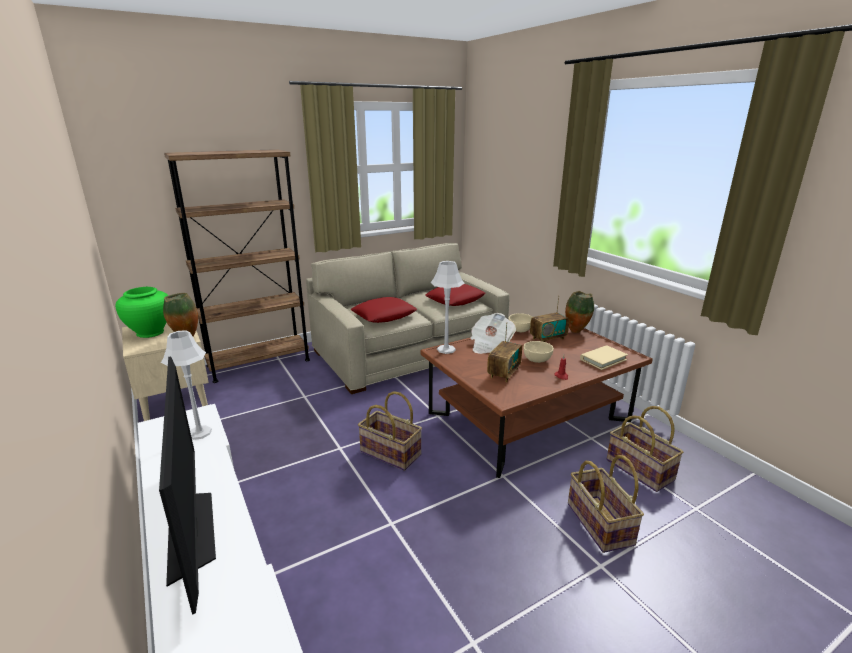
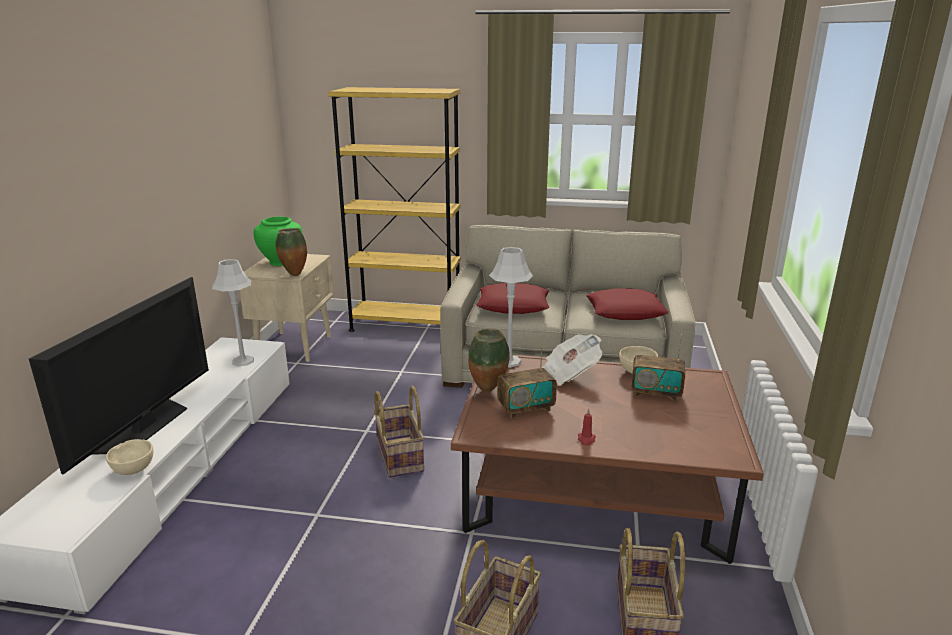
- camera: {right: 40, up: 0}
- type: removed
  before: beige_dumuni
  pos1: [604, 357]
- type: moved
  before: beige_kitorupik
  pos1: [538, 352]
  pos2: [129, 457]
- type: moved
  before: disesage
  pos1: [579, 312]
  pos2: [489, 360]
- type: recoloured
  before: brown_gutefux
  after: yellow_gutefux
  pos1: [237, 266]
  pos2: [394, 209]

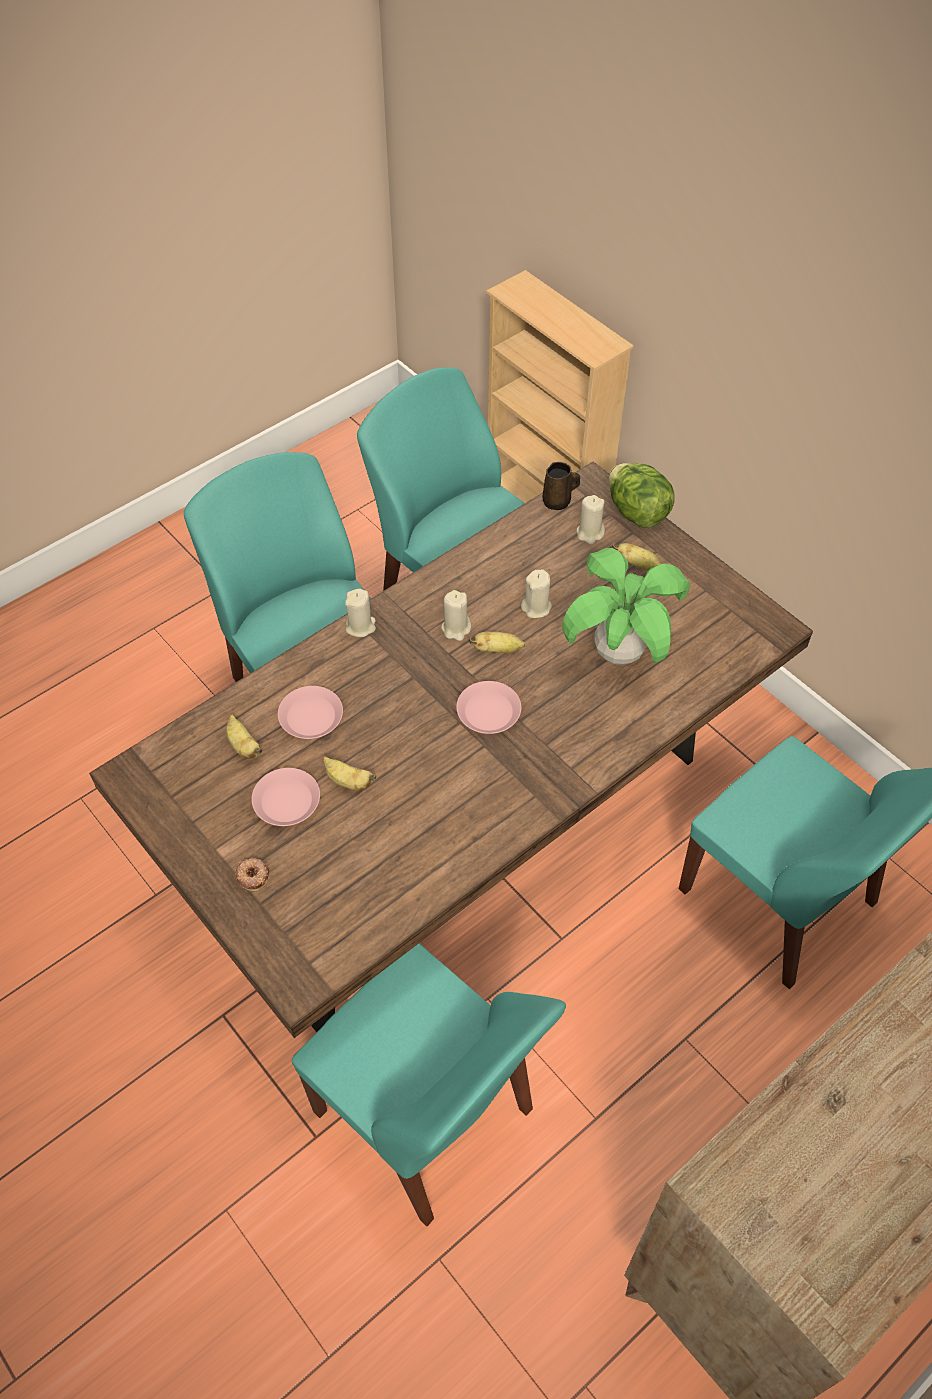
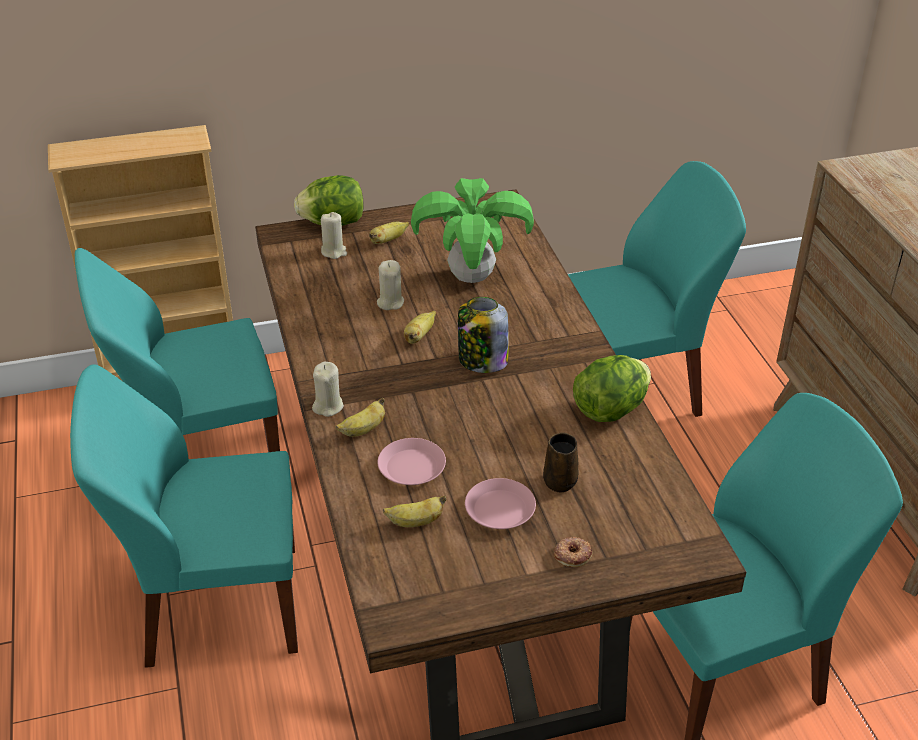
- camera: {right: -65, up: -15}
- type: removed
  before: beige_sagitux
  pos1: [456, 615]
- type: added
  after: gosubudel
  pos2: [612, 388]
- type: moved
  before: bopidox
  pos1: [349, 773]
  pos2: [360, 417]
- type: moved
  before: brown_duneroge
  pos1: [561, 486]
  pos2: [560, 462]
- type: replaced
  before: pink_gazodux
  after: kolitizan
  pos1: [488, 707]
  pos2: [483, 335]

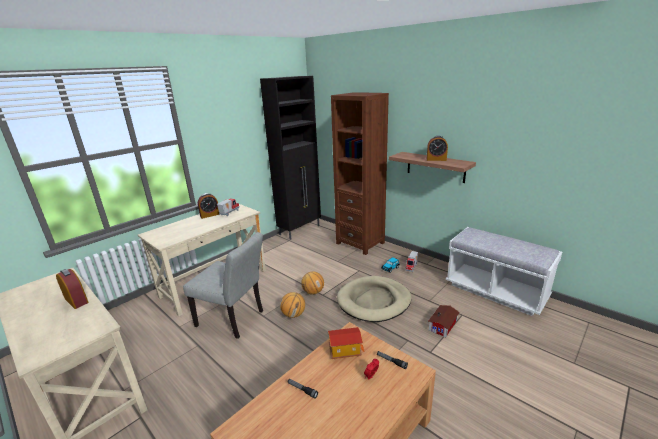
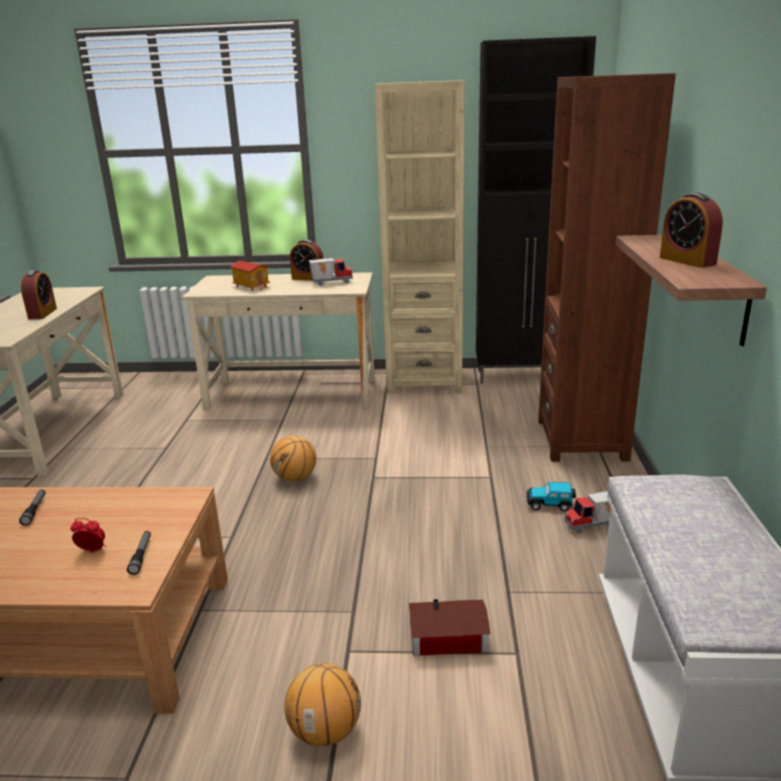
- camera: {right: 50, up: 0}
- type: removed
  before: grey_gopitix
  pos1: [223, 285]
- type: removed
  before: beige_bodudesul
  pos1: [374, 299]
- type: added
  after: beige_gutefux
  pos2: [419, 237]
- type: moved
  before: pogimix
  pos1: [312, 283]
  pos2: [322, 704]
- type: moved
  before: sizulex
  pos1: [346, 343]
  pos2: [250, 276]

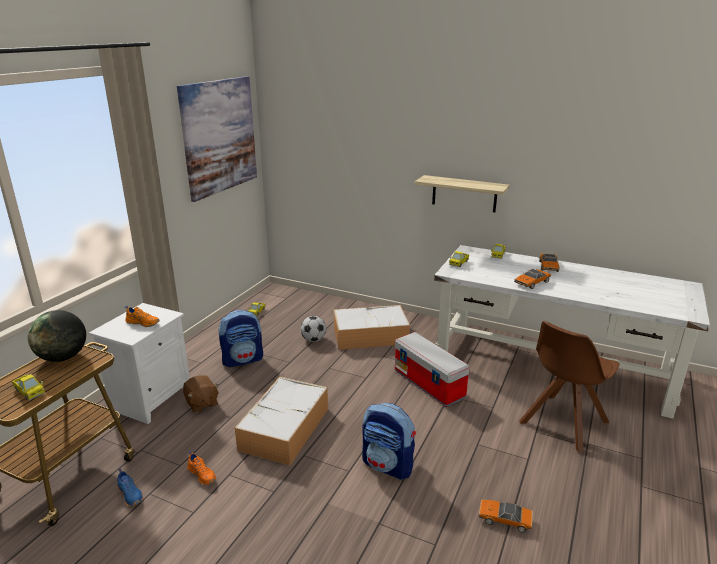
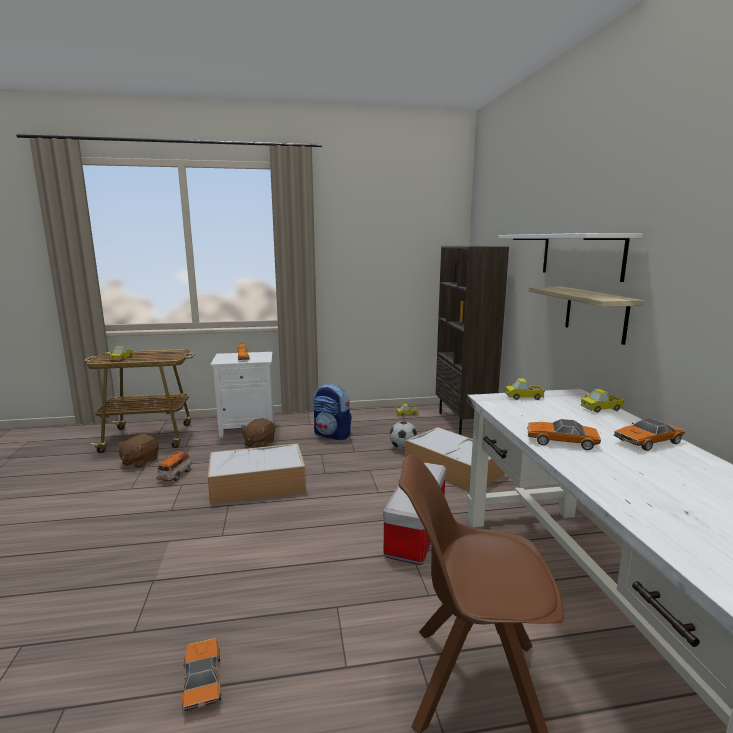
- camera: {right: 55, up: -10}
- type: removed
  before: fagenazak
  pos1: [56, 336]
- type: removed
  before: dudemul
  pos1: [217, 139]
- type: removed
  before: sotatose
  pos1: [389, 441]
- type: added
  after: brown_gutefux
  pos2: [472, 340]
- type: added
  after: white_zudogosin
  pos2: [571, 257]
- type: replaced
  before: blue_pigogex
  after: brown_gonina
  pos1: [130, 487]
  pos2: [138, 451]
- type: replaced
  before: orange_pigogex
  after: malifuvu
  pos1: [201, 468]
  pos2: [174, 466]

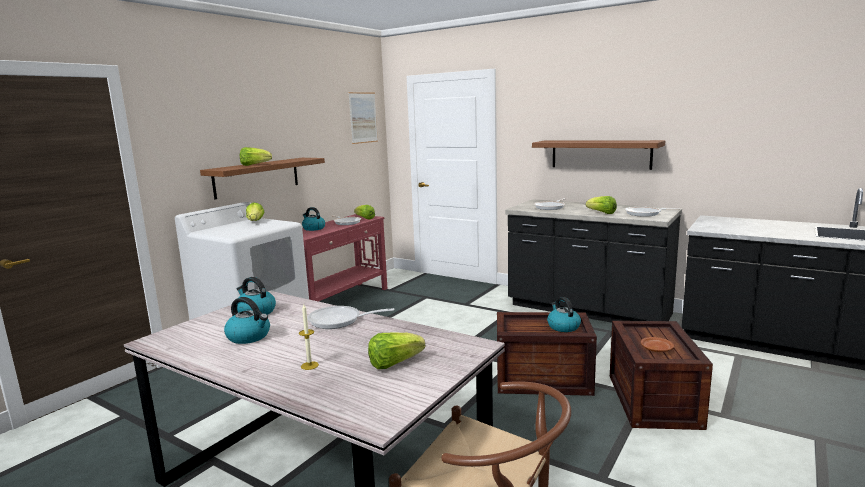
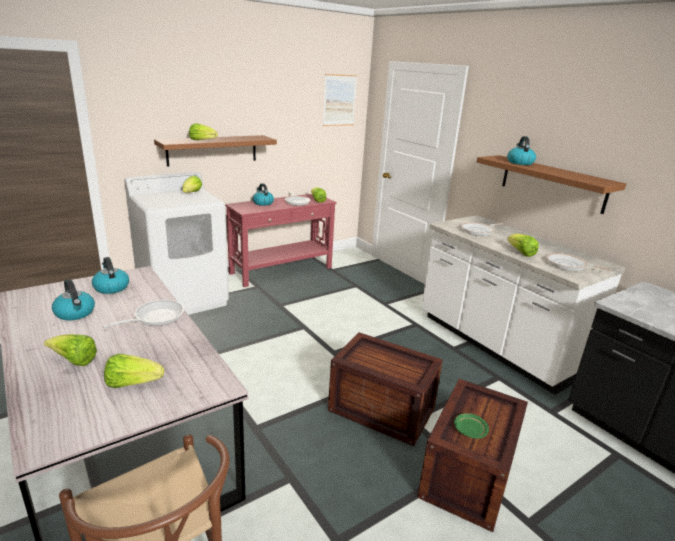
- camera: {right: 20, up: 10}
- type: moved
  before: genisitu
  pos1: [564, 314]
  pos2: [521, 150]
- type: replaced
  before: sagitux
  after: gosubudel
  pos1: [309, 337]
  pos2: [70, 350]
- type: recoloured
  before: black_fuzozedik
  after: white_fuzozedik
  pos1: [593, 261]
  pos2: [523, 305]
- type: recoloured
  before: brown_gazodux
  after: green_gazodux
  pos1: [657, 344]
  pos2: [471, 426]
- type: turned
  before: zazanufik
  pos1: [350, 317]
  pos2: [143, 314]
  turn: 105

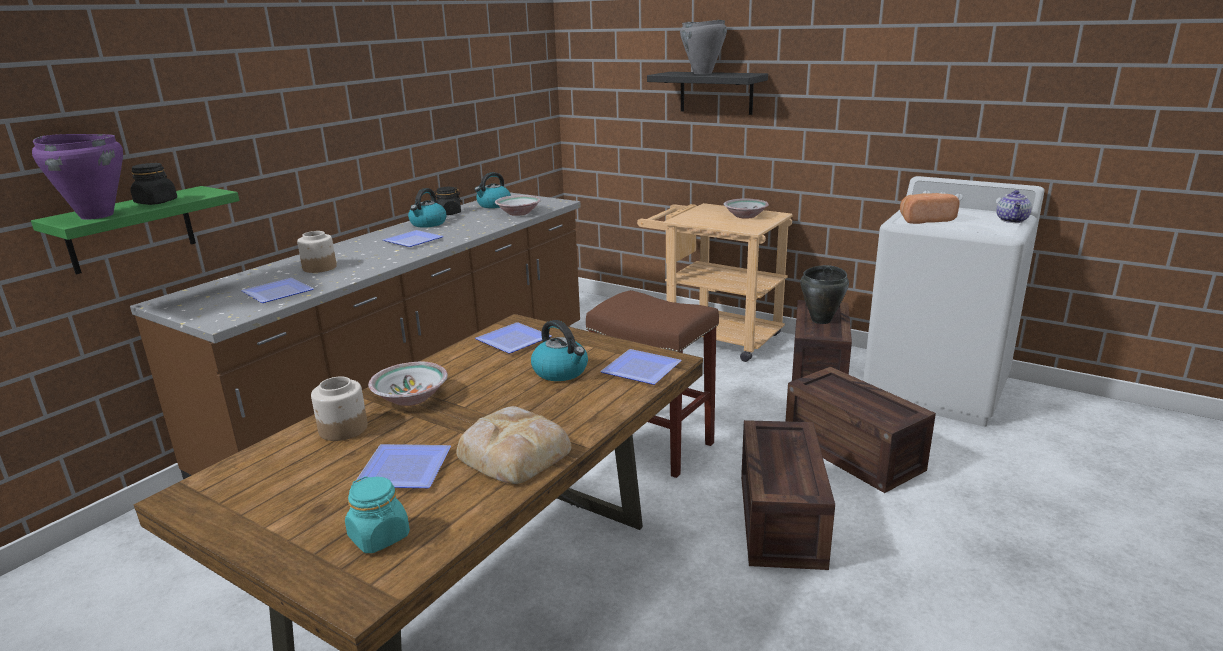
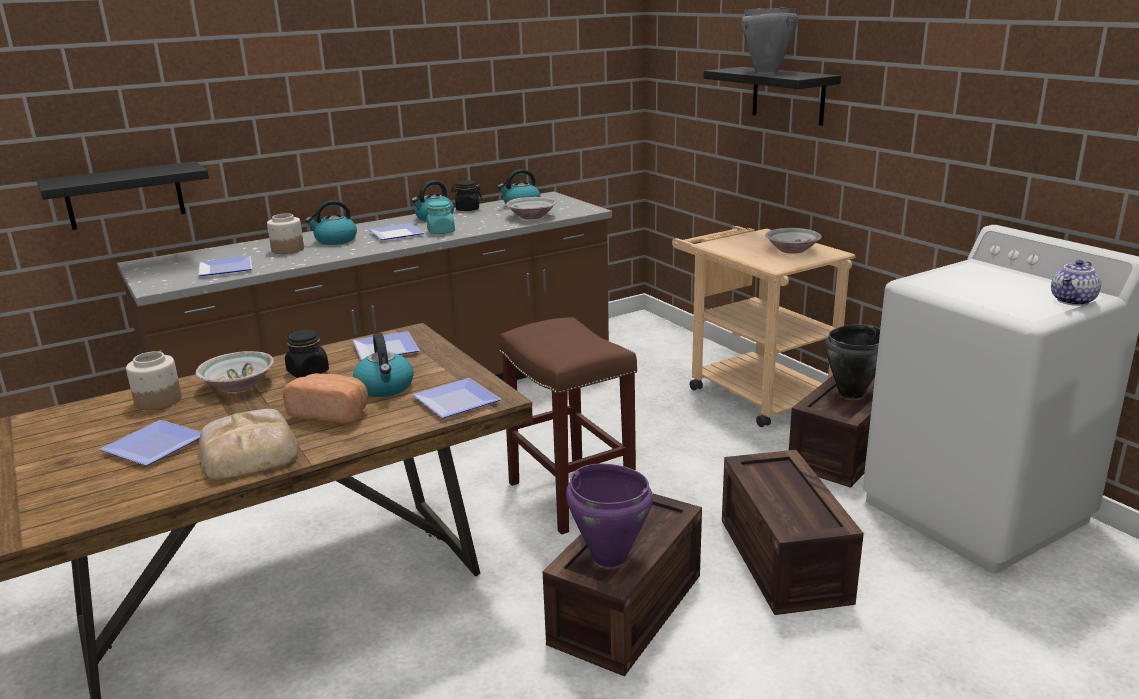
- camera: {right: 25, up: 0}
- type: added
  after: genisitu
  pos2: [331, 222]
- type: moved
  before: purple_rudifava
  pos1: [77, 177]
  pos2: [609, 515]
- type: moved
  before: black_kolitizan
  pos1: [153, 184]
  pos2: [307, 354]
- type: moved
  before: turquoise_kolitizan
  pos1: [377, 514]
  pos2: [441, 217]
- type: moved
  before: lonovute
  pos1: [930, 208]
  pos2: [325, 398]
- type: recoloured
  before: green_zudogosin
  after: black_zudogosin
  pos1: [135, 230]
  pos2: [123, 195]

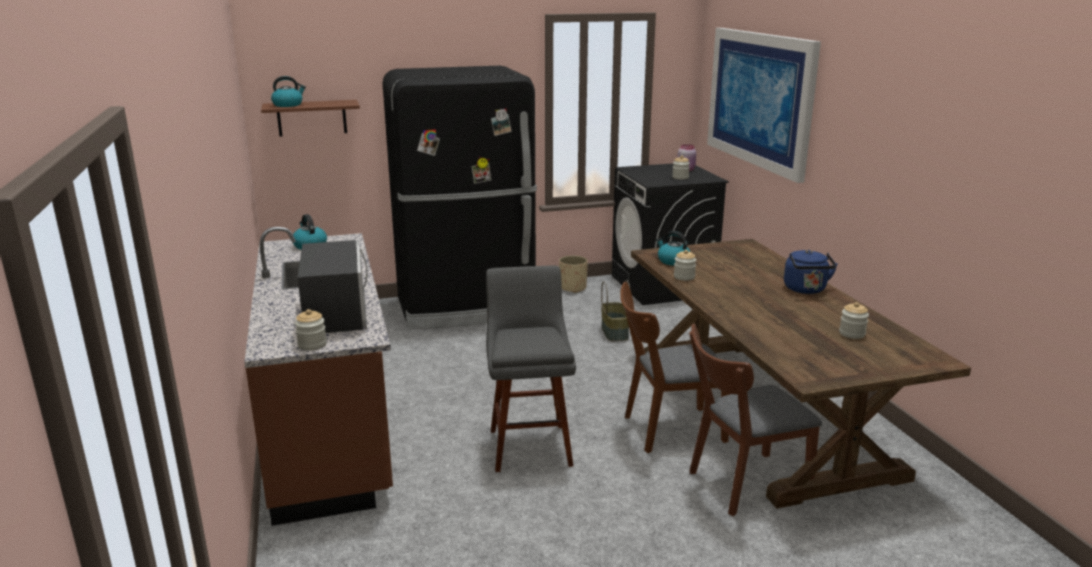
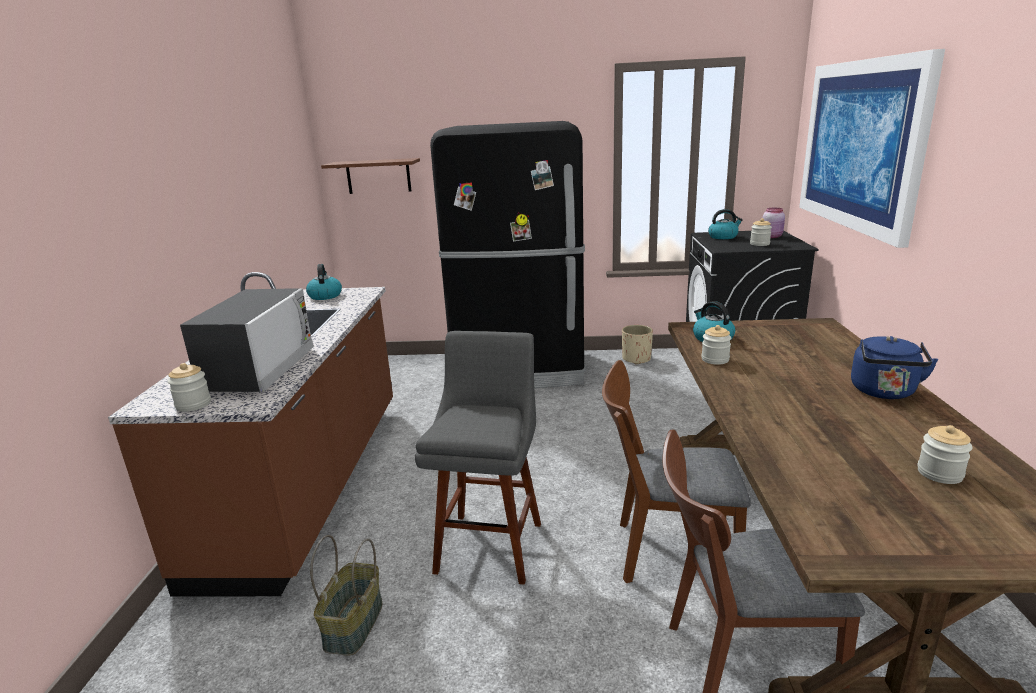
- camera: {right: 20, up: 0}
- type: moved
  before: genisitu
  pos1: [288, 91]
  pos2: [725, 224]
- type: moved
  before: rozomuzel
  pos1: [615, 310]
  pos2: [346, 595]

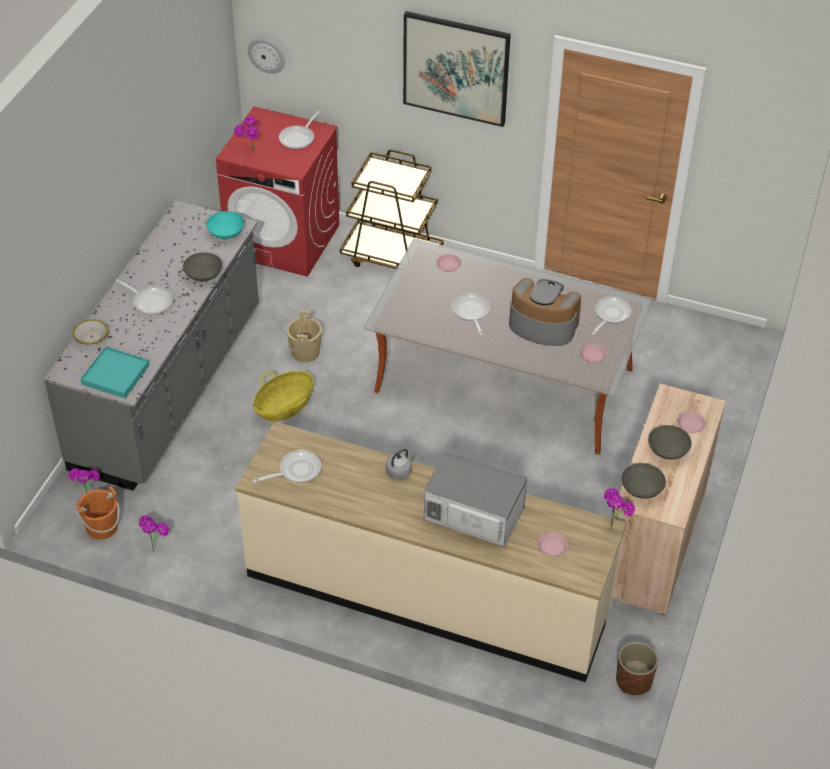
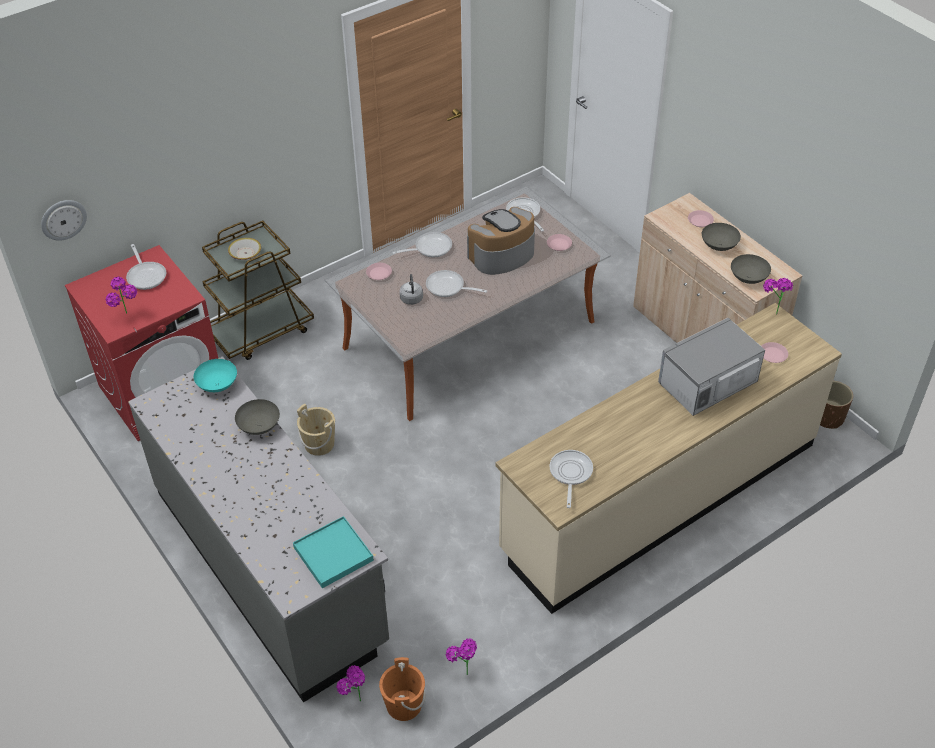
- camera: {right: -55, up: 0}
- type: removed
  before: rozomuzel
  pos1: [283, 396]
- type: removed
  before: dudemul
  pos1: [457, 69]
- type: moved
  before: kitorupik
  pos1: [90, 332]
  pos2: [244, 249]
- type: moved
  before: zazanufik
  pos1: [144, 297]
  pos2: [422, 244]
- type: moved
  before: grey_genisitu
  pos1: [401, 464]
  pos2: [411, 289]

